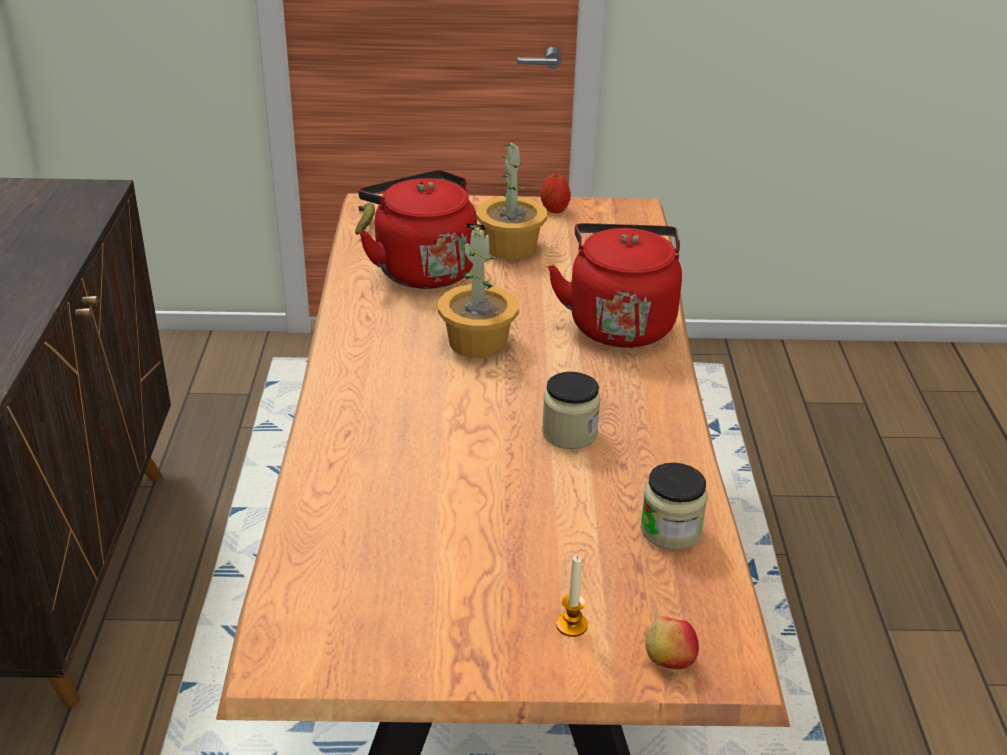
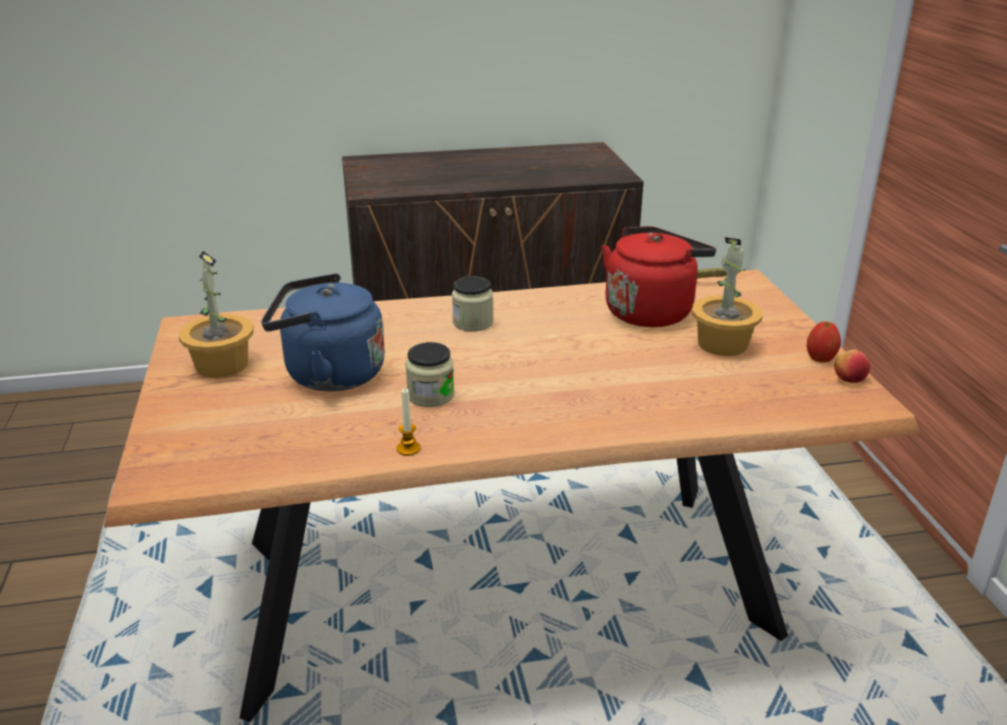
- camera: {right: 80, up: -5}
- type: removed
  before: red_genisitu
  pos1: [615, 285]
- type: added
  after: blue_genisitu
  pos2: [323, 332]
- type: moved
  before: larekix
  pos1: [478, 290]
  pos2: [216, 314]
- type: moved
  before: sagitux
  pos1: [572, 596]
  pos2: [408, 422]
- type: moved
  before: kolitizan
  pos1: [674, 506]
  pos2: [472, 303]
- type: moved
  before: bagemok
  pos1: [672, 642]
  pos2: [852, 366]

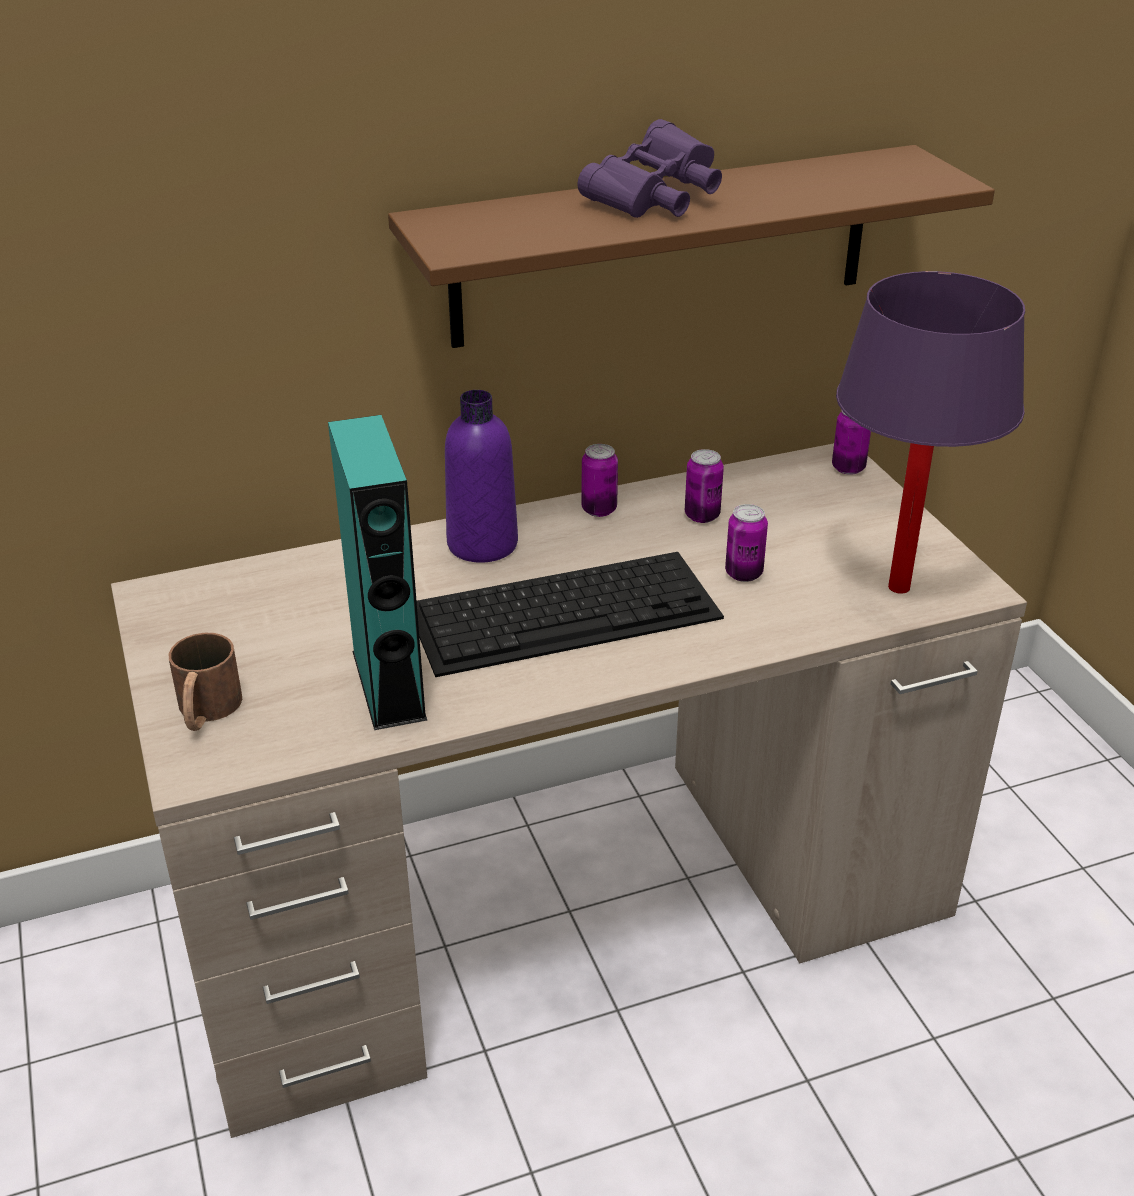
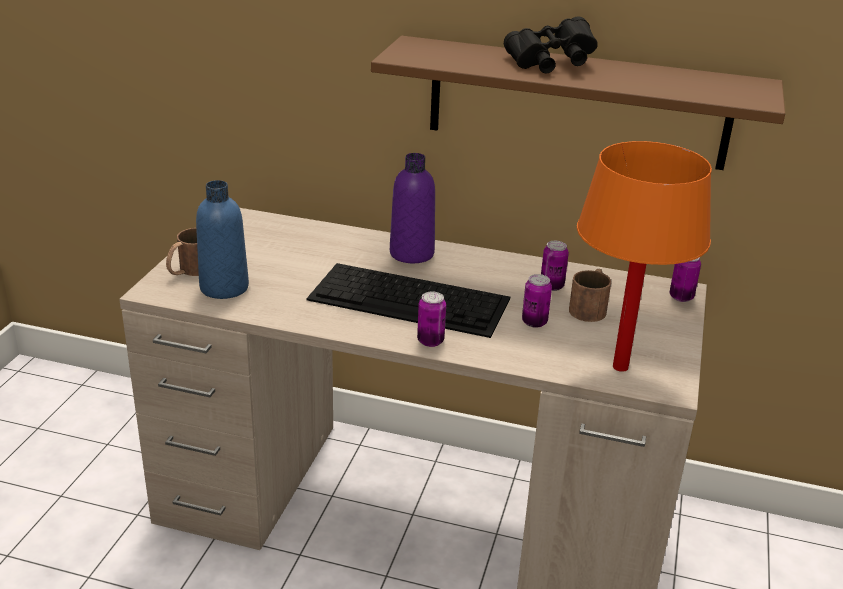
- camera: {right: 35, up: -5}
- type: removed
  before: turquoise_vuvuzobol
  pos1: [377, 572]
- type: added
  after: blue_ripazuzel
  pos2: [222, 239]
- type: added
  after: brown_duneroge
  pos2: [590, 295]
- type: moved
  before: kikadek
  pos1: [600, 480]
  pos2: [431, 319]
- type: recoloured
  before: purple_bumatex
  after: black_bumatex
  pos1: [650, 168]
  pos2: [551, 44]
- type: recoloured
  before: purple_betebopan
  after: orange_betebopan
  pos1: [930, 432]
  pos2: [644, 256]

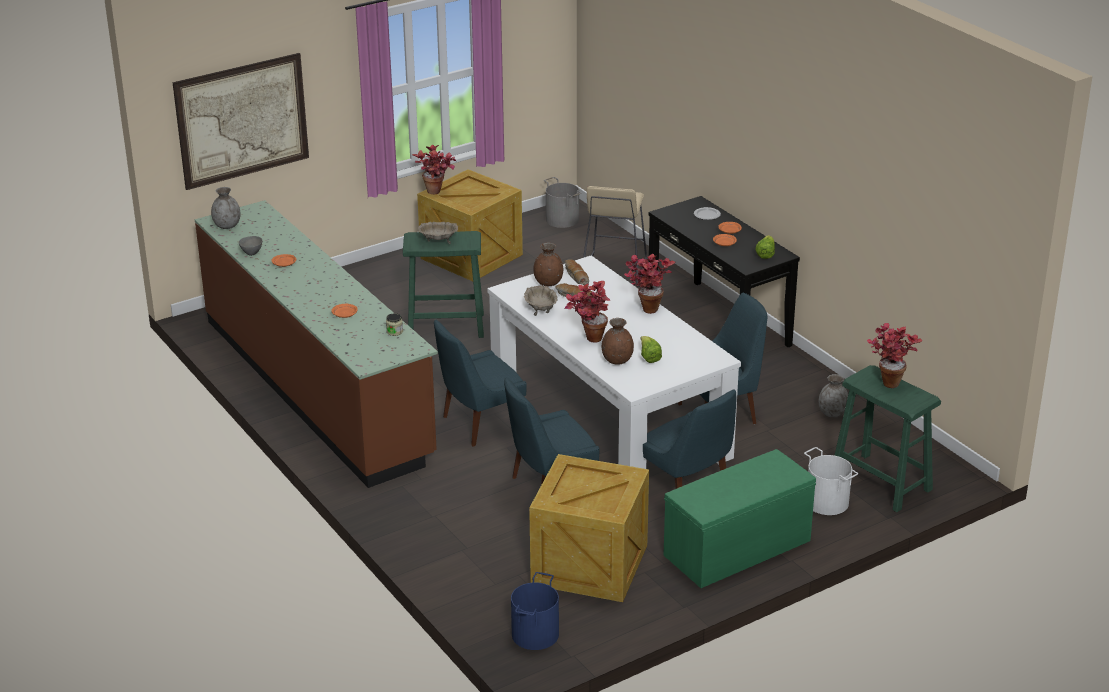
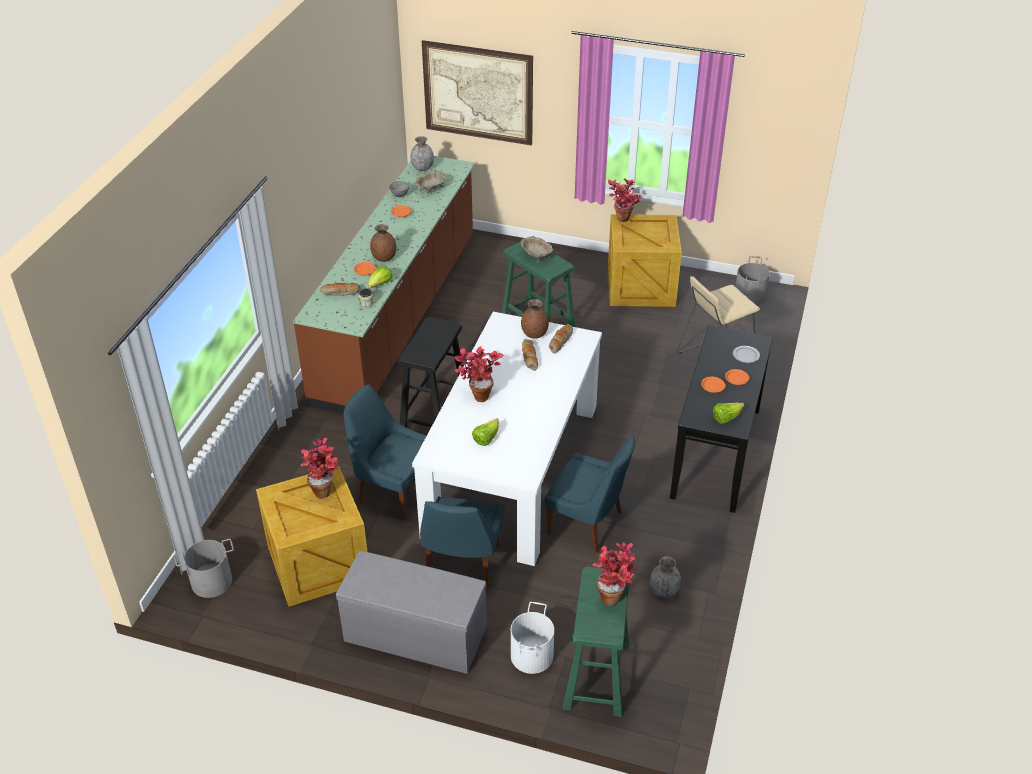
- camera: {right: 50, up: 10}
- type: added
  after: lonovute
  pos2: [340, 289]
- type: added
  after: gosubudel
  pos2: [380, 277]
- type: moved
  before: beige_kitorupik
  pos1: [541, 301]
  pos2: [430, 181]
- type: moved
  before: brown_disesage
  pos1: [618, 341]
  pos2: [383, 243]
- type: moved
  before: larekix
  pos1: [650, 284]
  pos2: [319, 468]
- type: replaced
  before: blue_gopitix
  after: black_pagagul
  pos1: [480, 383]
  pos2: [430, 372]
- type: recoloured
  before: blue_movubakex
  after: grey_movubakex
  pos1: [535, 611]
  pos2: [204, 568]
- type: recoloured
  before: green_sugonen
  after: grey_sugonen
  pos1: [740, 518]
  pos2: [411, 612]

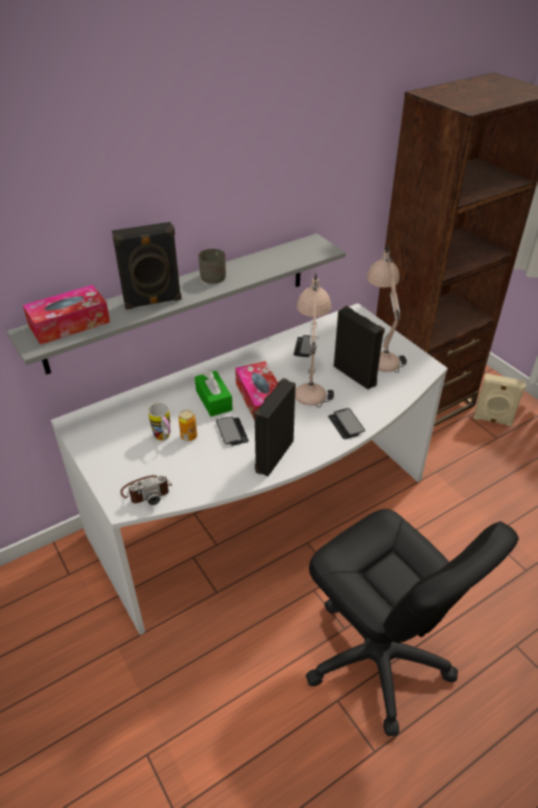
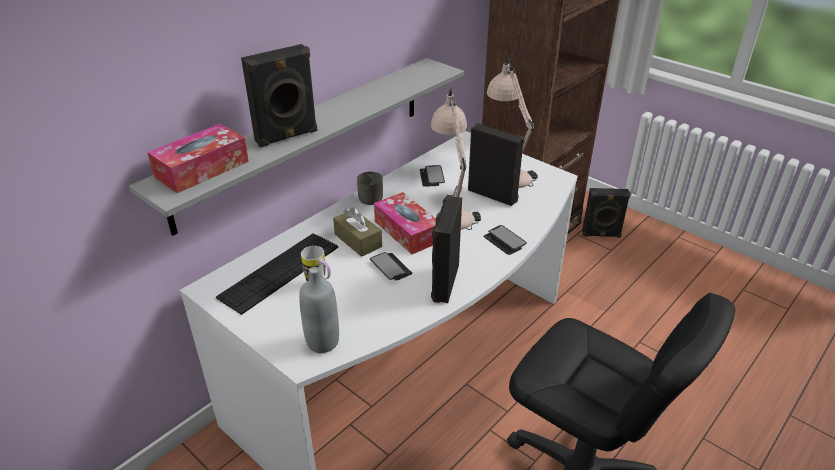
- camera: {right: -15, up: -5}
- type: removed
  before: kikadek
  pos1: [187, 425]
- type: added
  after: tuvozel
  pos2: [277, 274]
- type: moved
  before: grey_duneroge
  pos1: [212, 266]
  pos2: [370, 188]
- type: replaced
  before: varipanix
  after: grey_ripazuzel
  pos1: [146, 490]
  pos2: [319, 310]
- type: recoloured
  before: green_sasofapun
  after: brown_sasofapun
  pos1: [214, 394]
  pos2: [357, 232]
- type: recoloured
  before: beige_vuvuzobol
  after: black_vuvuzobol
  pos1: [499, 400]
  pos2: [606, 212]

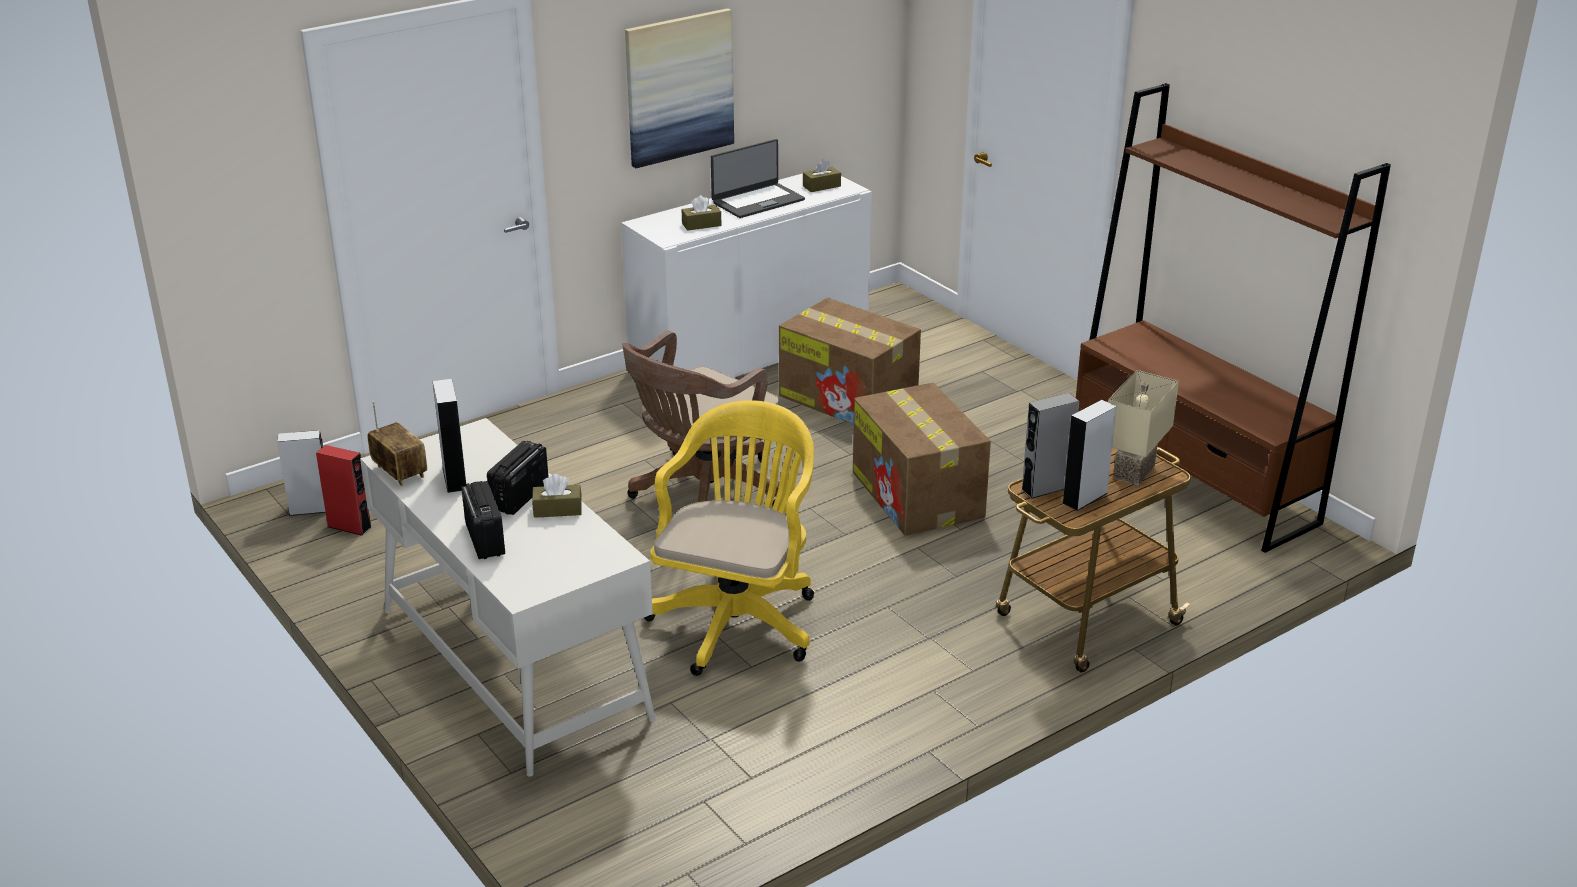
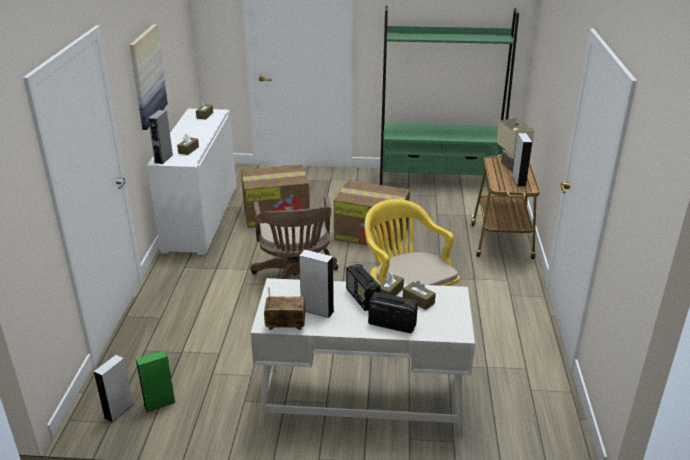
- camera: {right: -50, up: 0}
- type: removed
  before: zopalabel
  pos1: [758, 178]
- type: added
  after: brown_sasofapun
  pos2: [419, 295]
- type: moved
  before: grey_vuvuzobol
  pos1: [1050, 446]
  pos2: [160, 137]
- type: recoloured
  before: red_vuvuzobol
  after: green_vuvuzobol
  pos1: [344, 490]
  pos2: [156, 381]
- type: recoloured
  before: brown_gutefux
  after: green_gutefux
  pos1: [1233, 318]
  pos2: [449, 98]

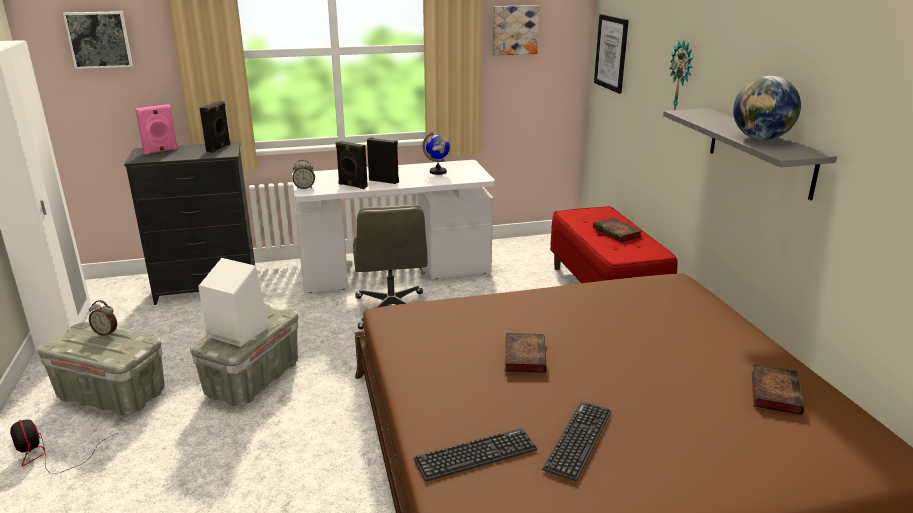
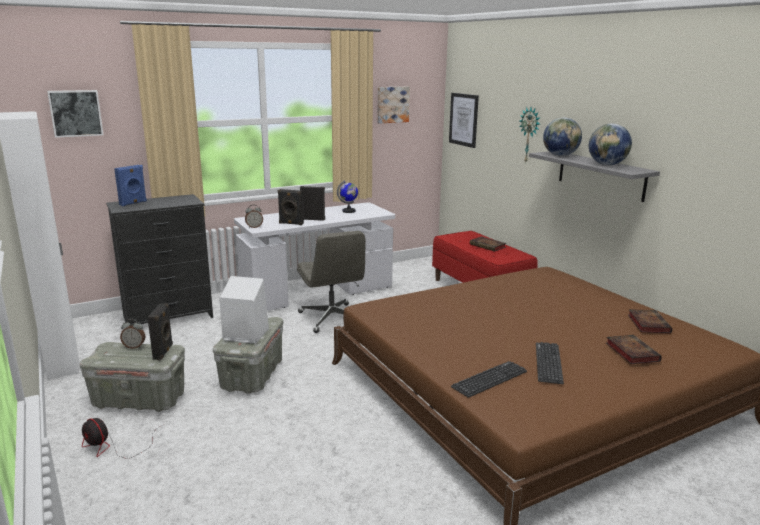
- camera: {right: -15, up: -5}
- type: added
  after: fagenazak
  pos2: [562, 137]
- type: moved
  before: black_vuvuzobol
  pos1: [215, 127]
  pos2: [160, 331]
- type: moved
  before: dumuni
  pos1: [526, 353]
  pos2: [634, 349]
- type: recoloured
  before: pink_vuvuzobol
  after: blue_vuvuzobol
  pos1: [156, 129]
  pos2: [130, 185]

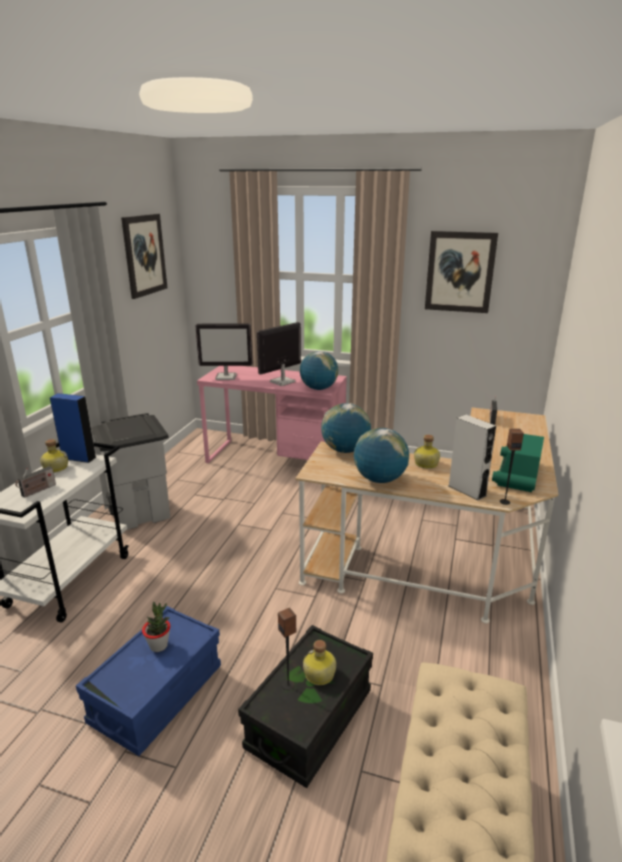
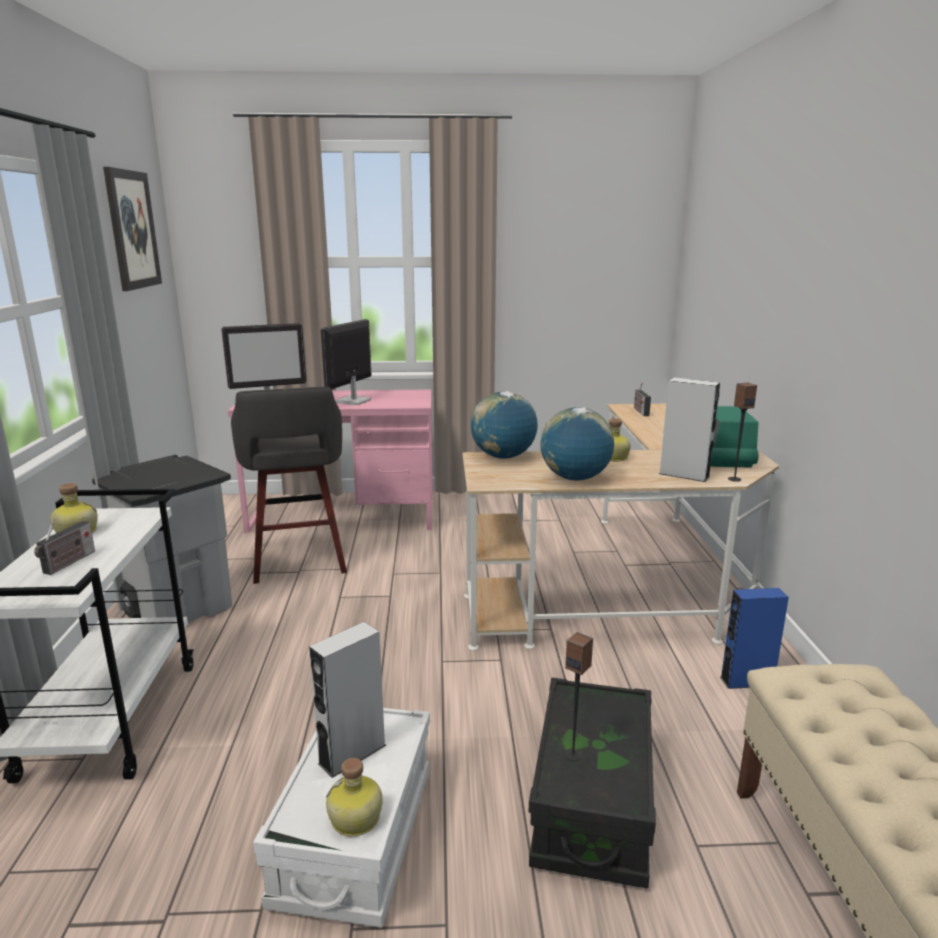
- camera: {right: -20, up: -5}
- type: removed
  before: fagenazak
  pos1: [319, 370]
- type: removed
  before: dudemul
  pos1: [461, 272]
- type: added
  after: grey_pagagul
  pos2: [289, 485]
- type: moved
  before: blue_vuvuzobol
  pos1: [73, 428]
  pos2: [754, 638]
- type: moved
  before: ripazuzel
  pos1: [319, 662]
  pos2: [354, 797]
- type: replaced
  before: larekix
  after: grey_vuvuzobol
  pos1: [156, 627]
  pos2: [347, 700]
- type: recoloured
  before: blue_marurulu
  after: white_marurulu
  pos1: [148, 681]
  pos2: [341, 818]

